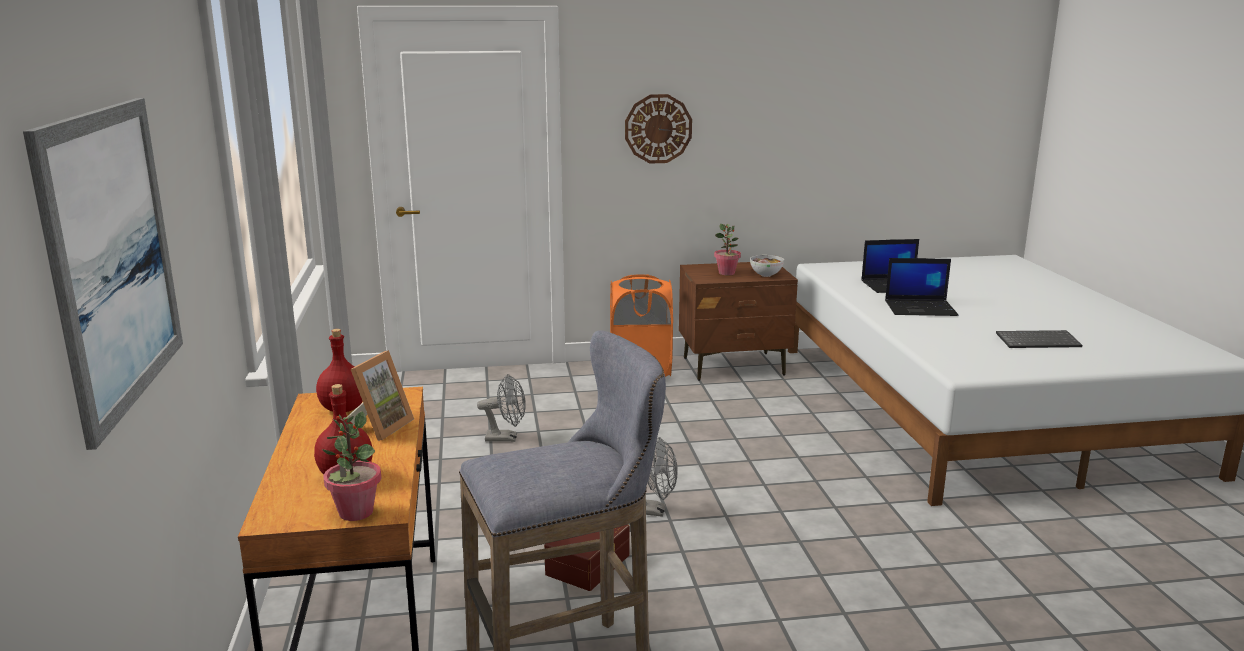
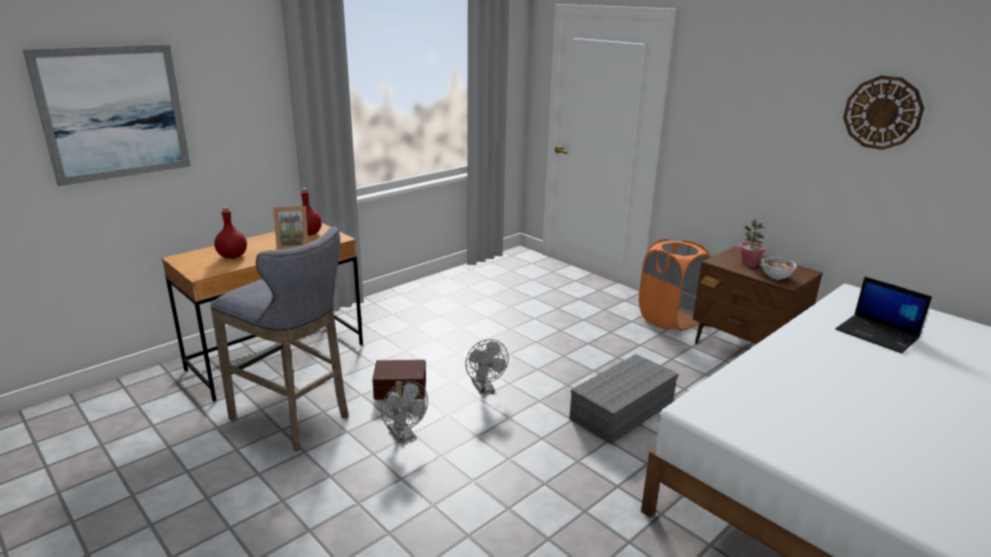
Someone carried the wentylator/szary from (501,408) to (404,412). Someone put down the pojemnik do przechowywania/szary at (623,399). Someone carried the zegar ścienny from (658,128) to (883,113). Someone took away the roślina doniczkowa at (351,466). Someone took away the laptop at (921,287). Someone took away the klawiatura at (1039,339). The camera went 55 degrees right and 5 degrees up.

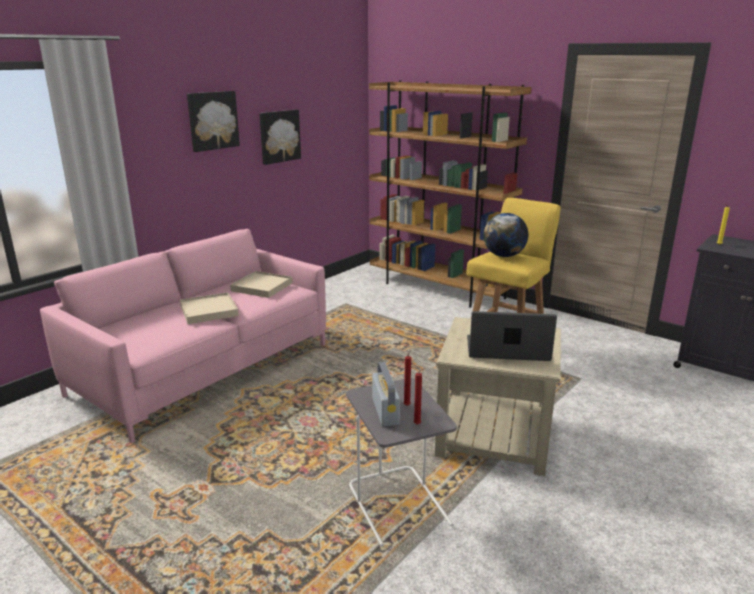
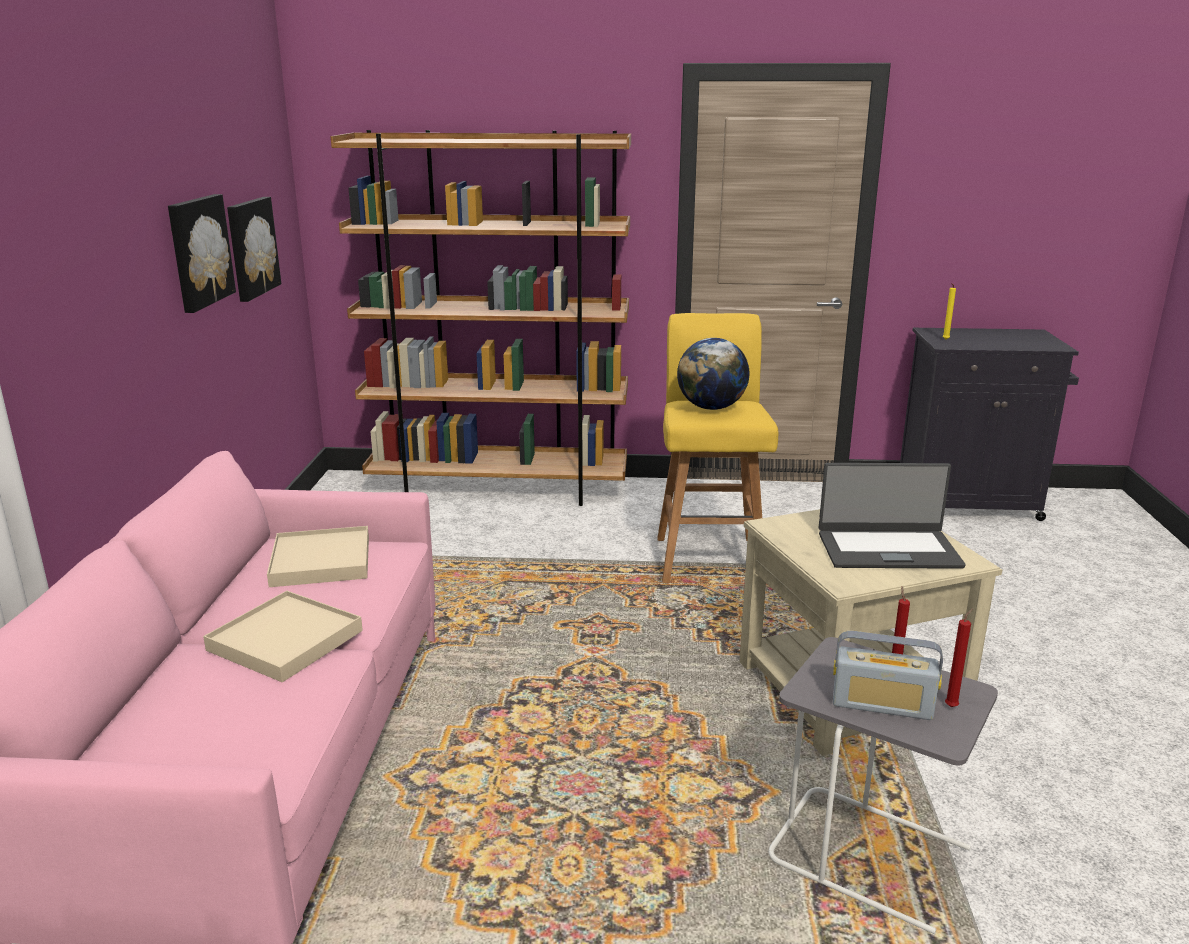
Someone carried the obraz from (213,121) to (254,249). Someone rotated the laptop at (512,336) by 150 degrees counterclockwise. Someone rotated the radio at (386,394) by 150 degrees clockwise. The camera went 35 degrees left and 0 degrees up.

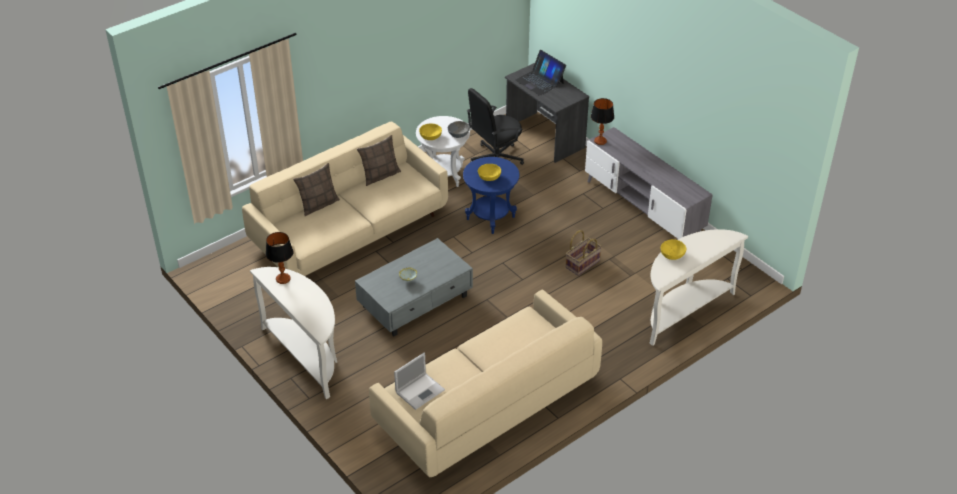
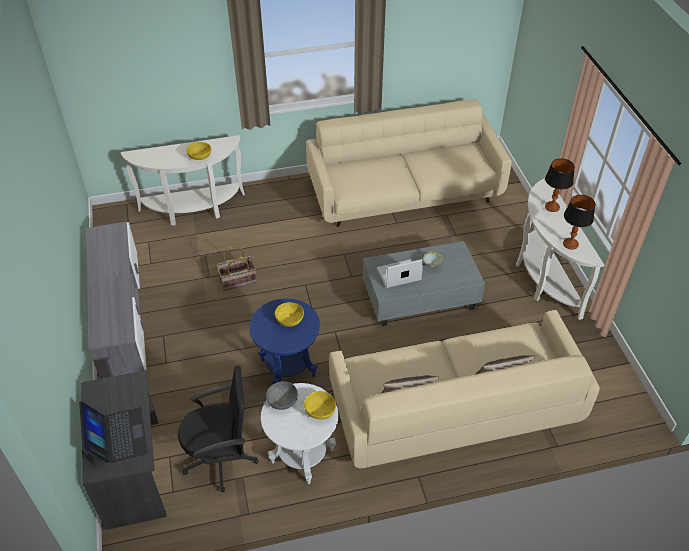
Someone carried the laptop from (419,381) to (400,273). Someone carried the lampa stołowa from (602,121) to (560,185). The camera went 155 degrees left and 5 degrees up.

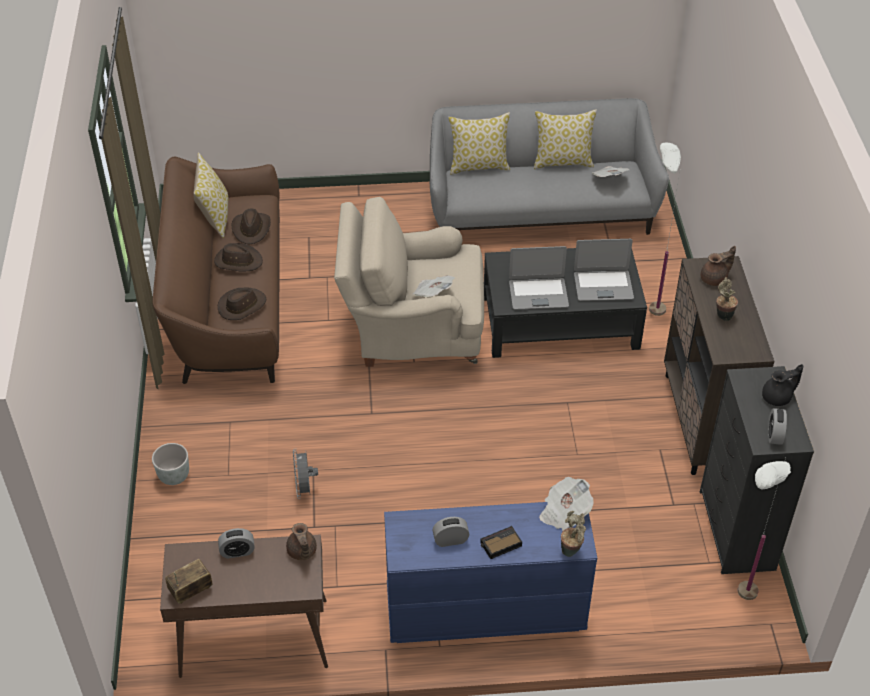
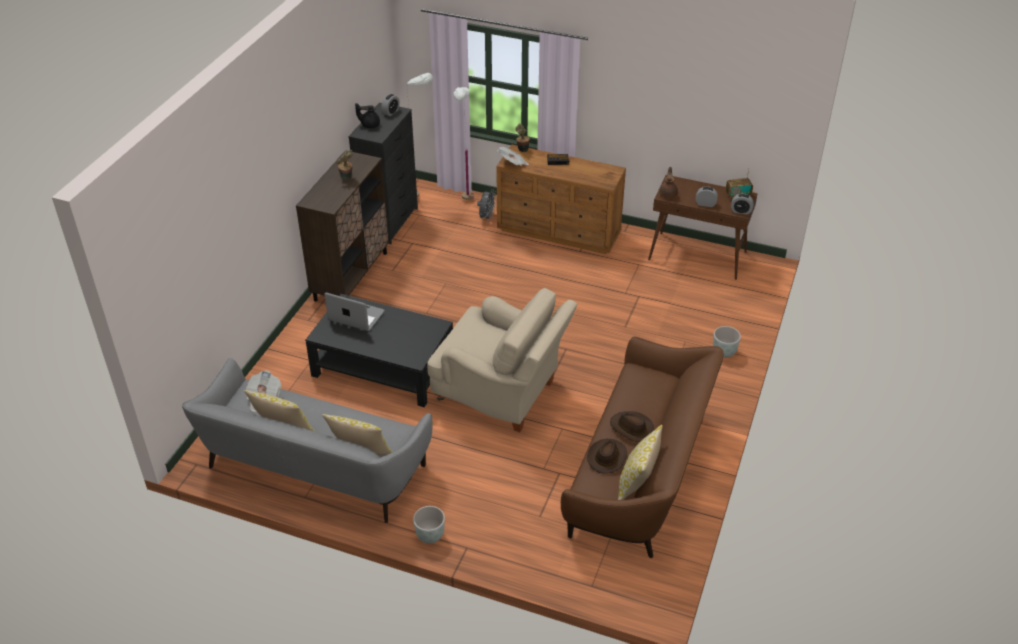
Someone put down the donica/szary at (429,524). Someone carried the lampa stojąca/biały from (665,229) to (463,143). Someone carried the wentylator/szary from (305,474) to (486,205). Someone repainted the komoda/niebieski at (490,572), which became the komoda/brązowy at (561,199). Someone carried the budzik from (451,532) to (742,204). Someone took away the kapelusz/brązowy at (242,304). Someone took away the gazeta at (433,286). Someone took away the laptop at (539,278). Someone took away the imbryk/brązowy at (718,266). The camera went 155 degrees left and 5 degrees down.

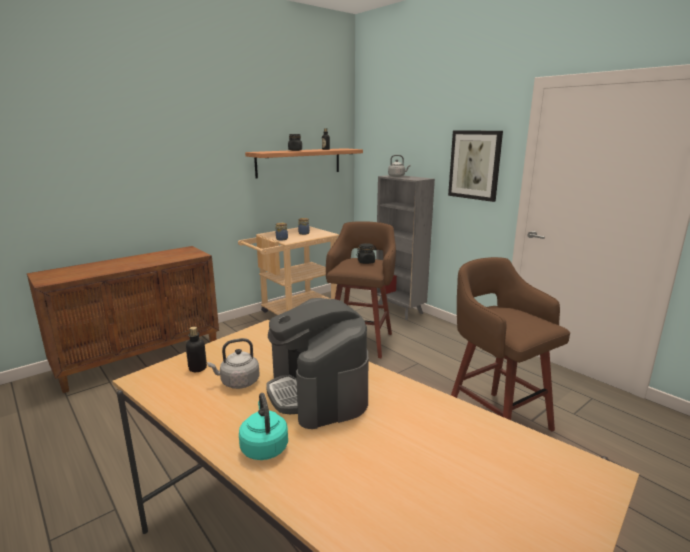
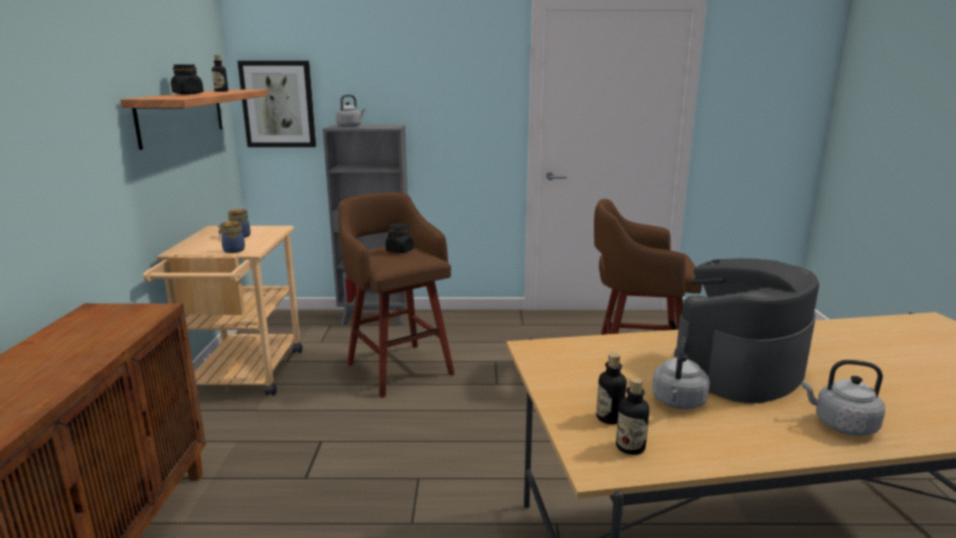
Someone carried the obraz from (475,166) to (277,104). Someone put down the butelka at (632,416). Someone rotated the ekspres do kawy at (317,363) by 120 degrees clockwise. Someone repainted the czajnik/turkusowy at (263,426), which became the czajnik/szary at (843,398). The camera went 50 degrees left and 0 degrees up.

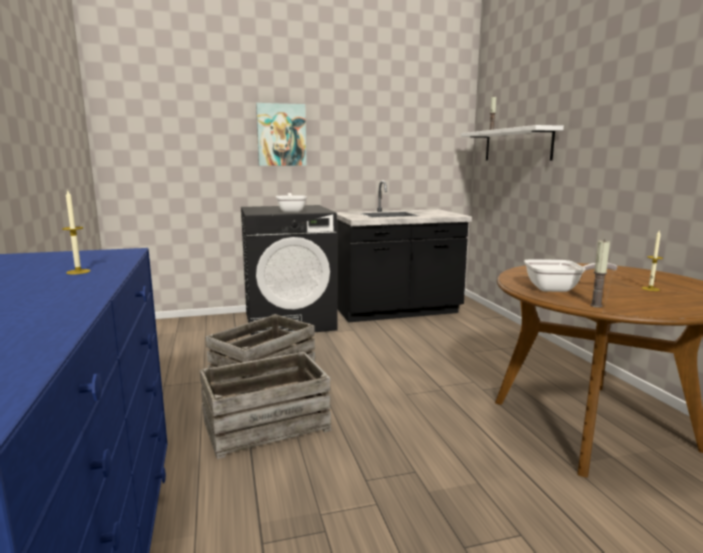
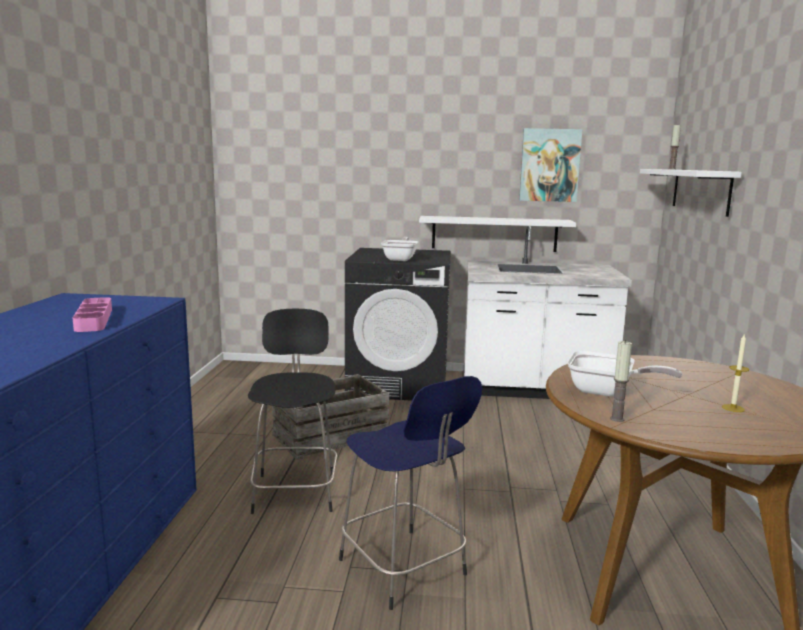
Someone swapped the świeca at (76,233) for the taca/różowy at (92,314). Someone swapped the skrzynka at (266,405) for the stołek/czarny at (292,411). Someone put down the stołek/niebieski at (410,493). Someone put up the półka/biały at (497,234). Someone repainted the zabudowa kuchenna/czarny at (404,251), which became the zabudowa kuchenna/biały at (548,312). Someone carried the obraz from (281,134) to (551,165). The camera went 20 degrees right and 0 degrees up.

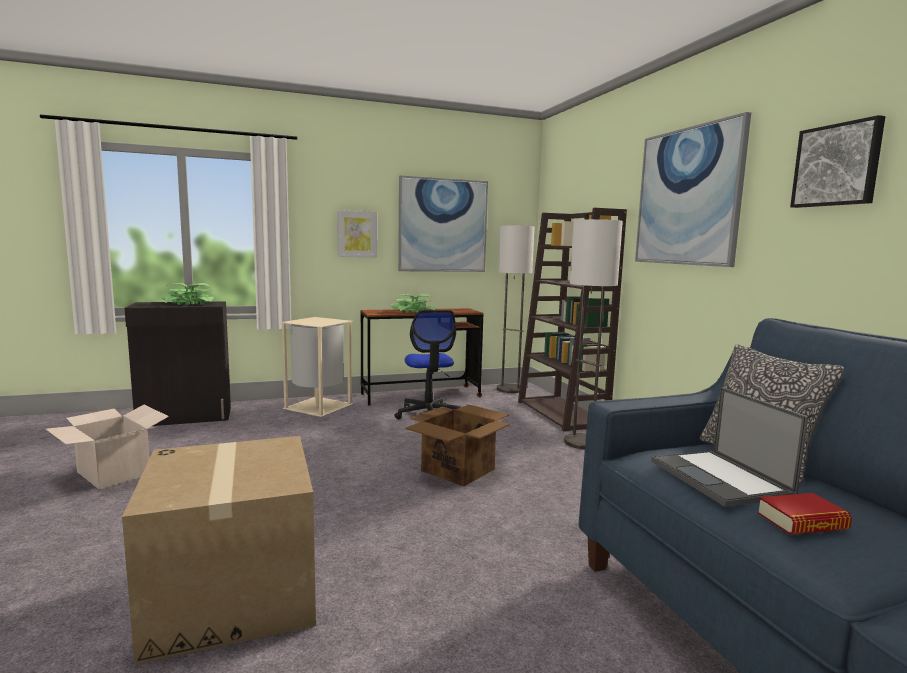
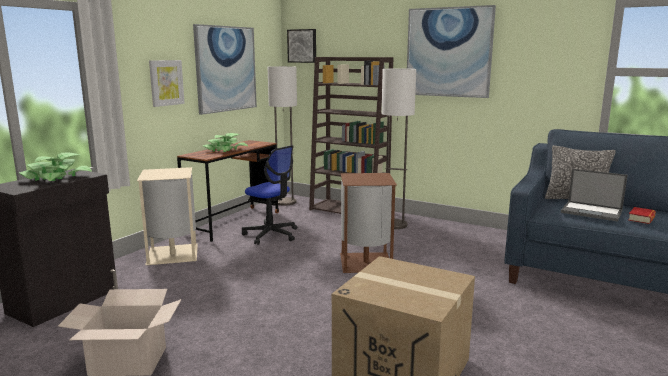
Someone carried the obraz from (837,161) to (301,46). Someone swapped the karton at (457,446) for the kosz na śmieci/brązowy at (368,223). The camera went 40 degrees left and 5 degrees up.

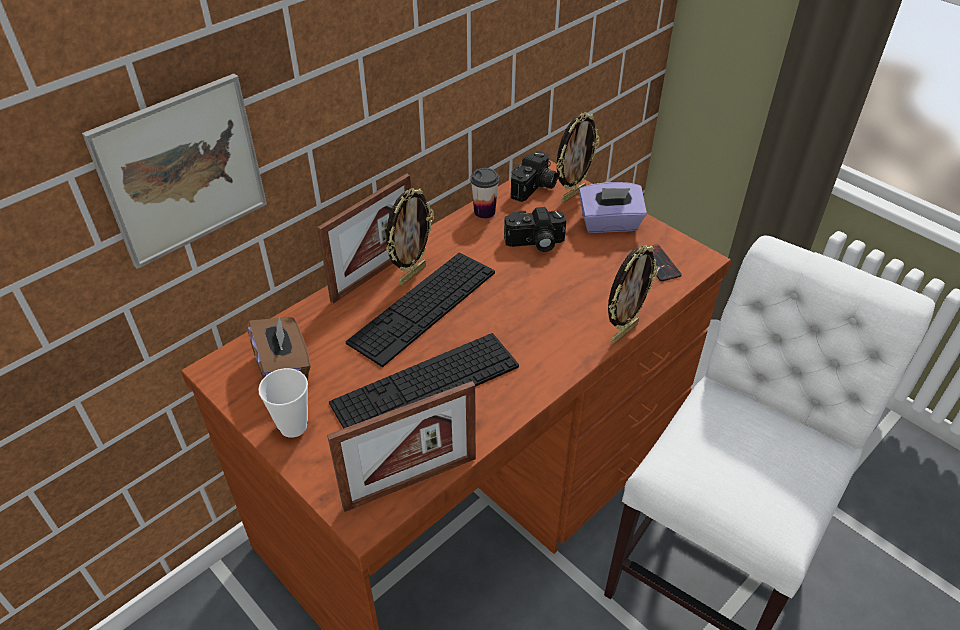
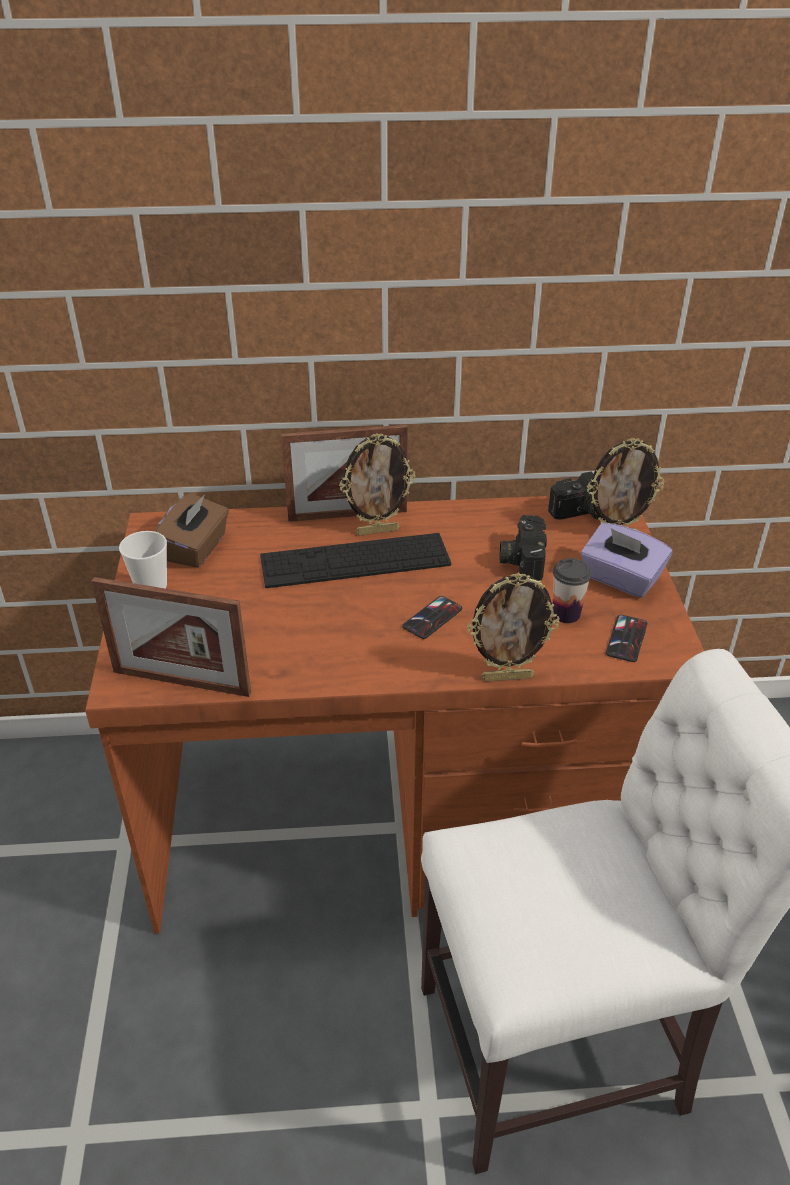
Someone put down the telefon at (432,617). Someone rotated the aparat fotograficzny at (535,229) by 60 degrees clockwise. Someone carried the filiżanka from (484,193) to (572,590). Someone took away the obraz at (174,171). Someone took away the klawiatura at (424,381). The camera went 40 degrees right and 5 degrees down.

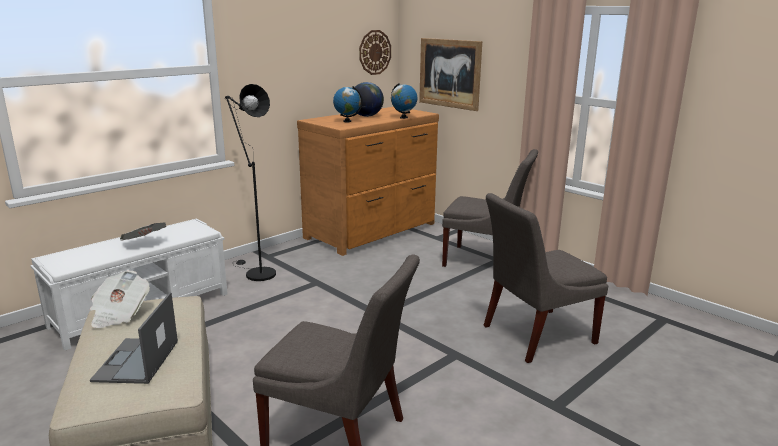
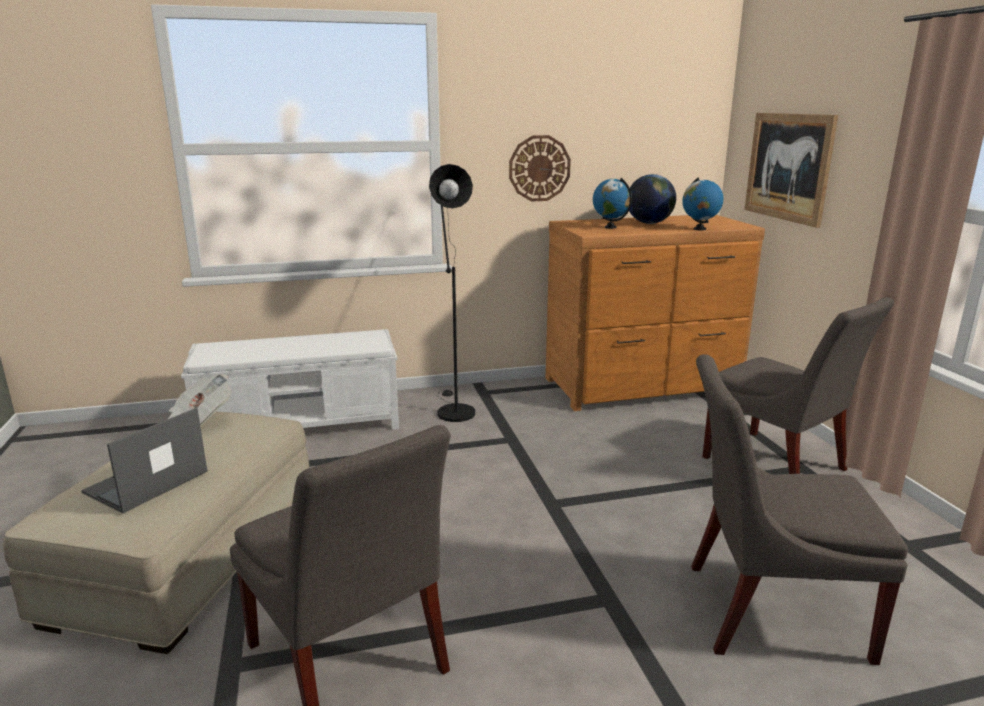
Someone carried the zegar ścienny from (375,52) to (540,168). Someone took away the gazeta at (143,232). The camera went 30 degrees right and 0 degrees up.

